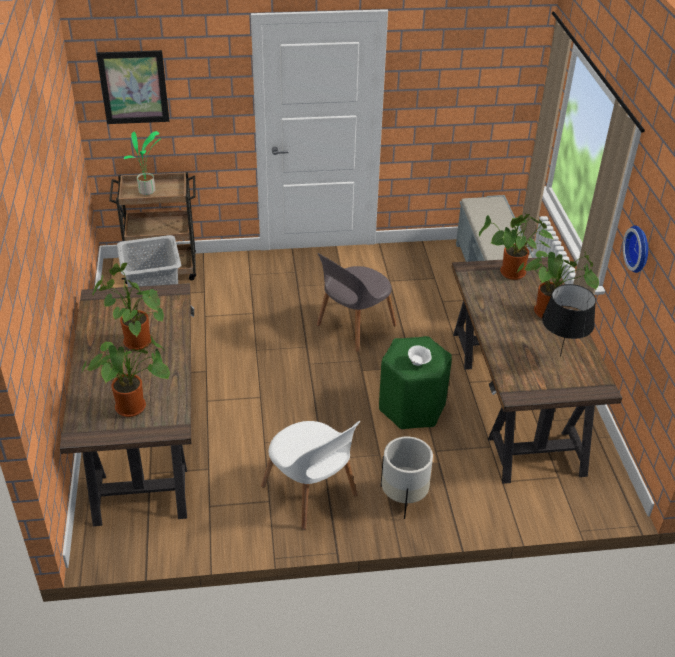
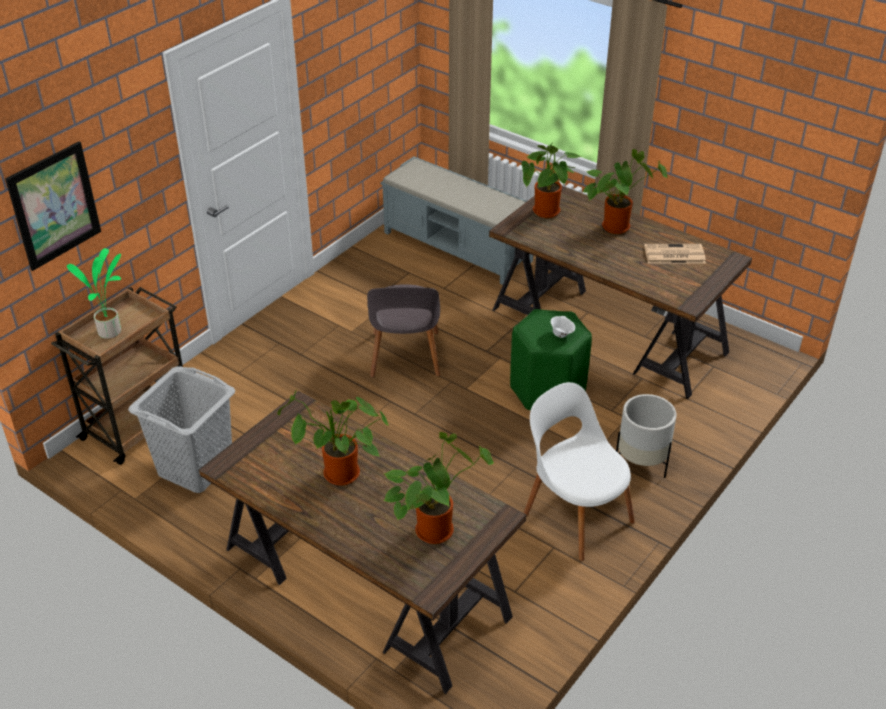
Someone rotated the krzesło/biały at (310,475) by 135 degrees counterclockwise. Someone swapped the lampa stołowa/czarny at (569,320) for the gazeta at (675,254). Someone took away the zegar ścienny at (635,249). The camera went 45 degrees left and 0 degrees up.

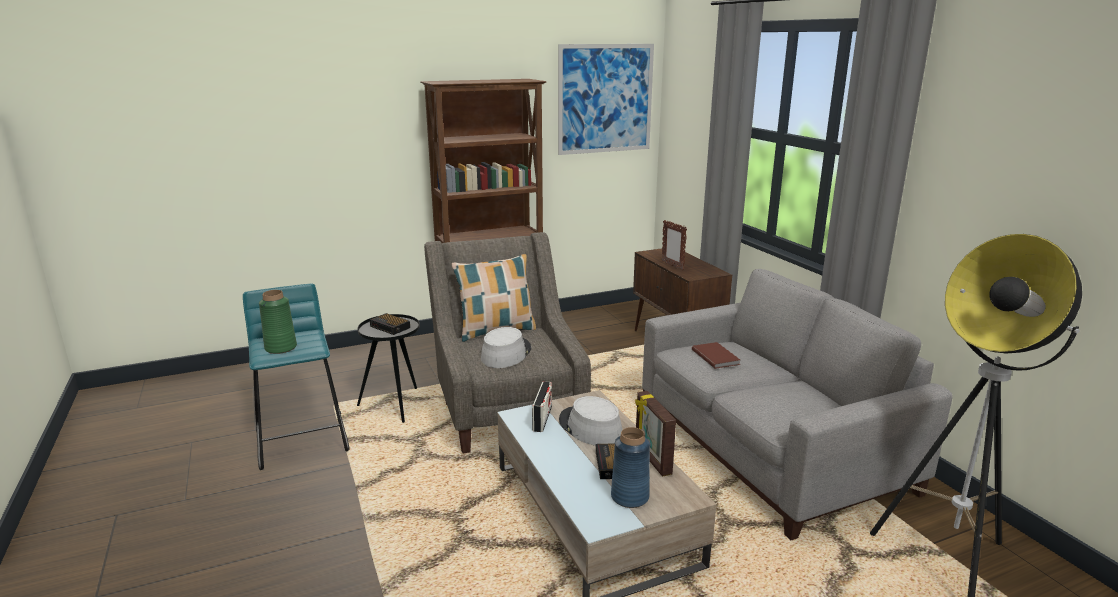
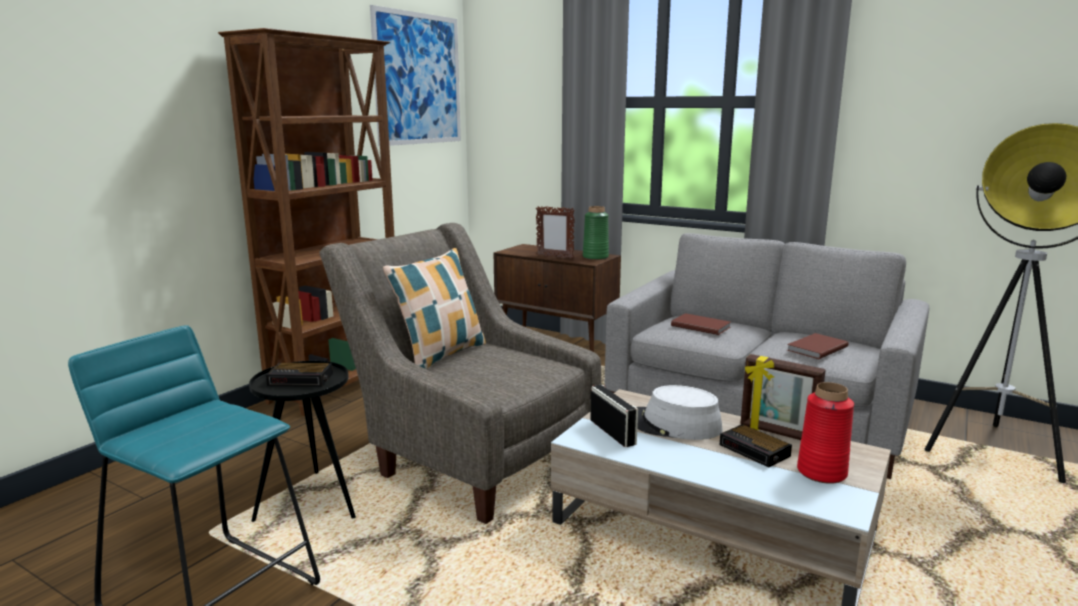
Someone carried the wazon/zielony from (278,322) to (596,233). Someone put down the książka/brązowy at (817,346). Someone repainted the wazon/niebieski at (630,467), which became the wazon/czerwony at (825,433). Someone took away the kapelusz/szary at (506,347). The camera went 35 degrees left and 5 degrees down.

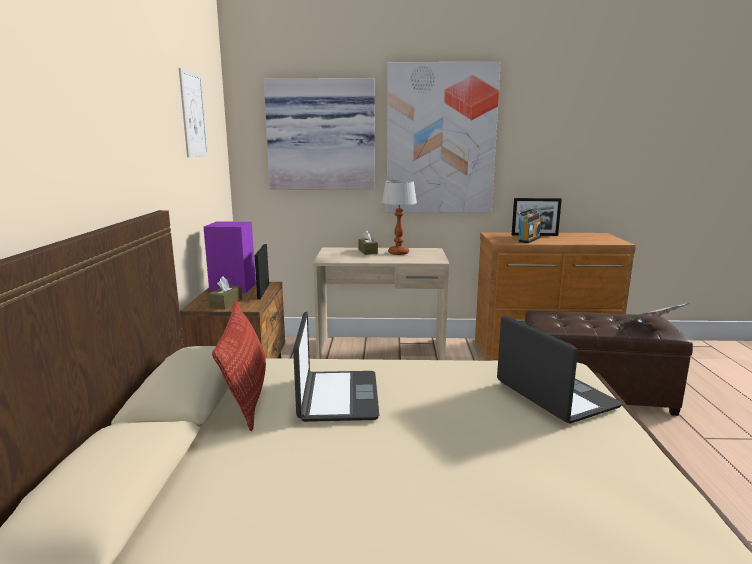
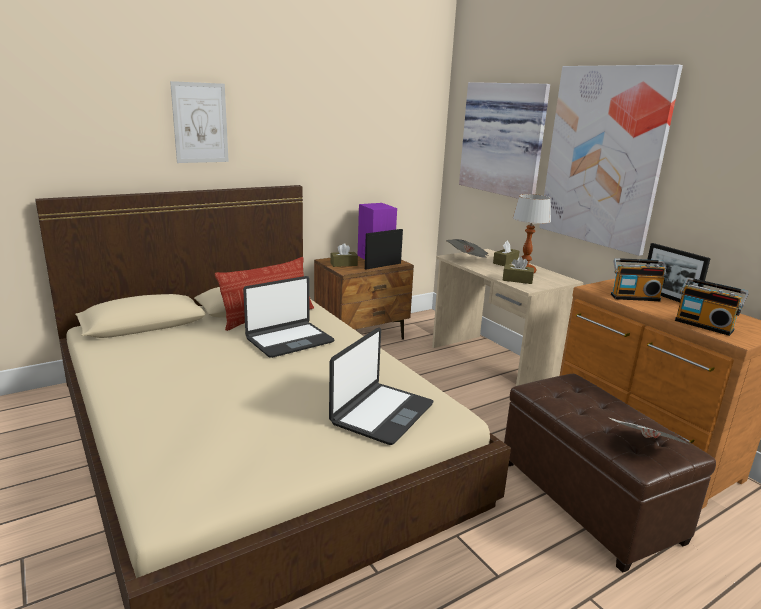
Someone carried the obraz from (193,113) to (199,122). Someone put down the gazeta at (467,248). Someone put down the pudełko chusteczek/brązowy at (518,270). Someone put down the radio at (711,306). The camera went 55 degrees right and 5 degrees up.

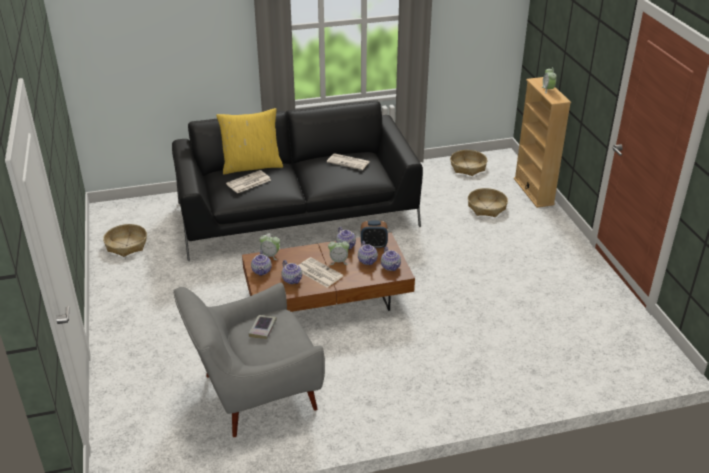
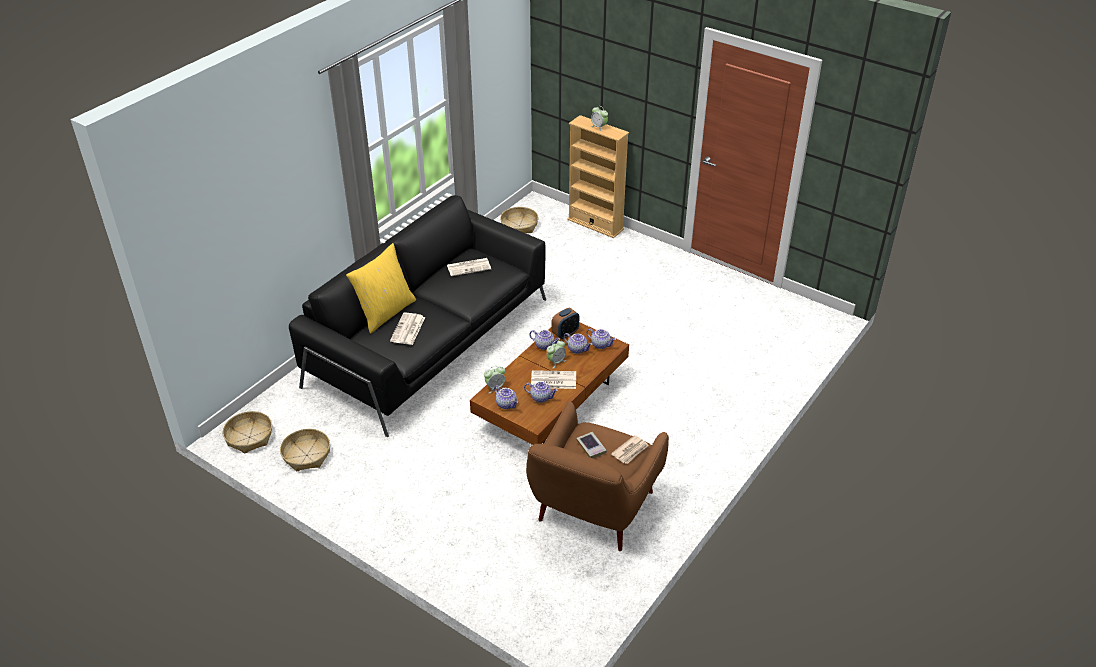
Someone carried the koszyk from (488,202) to (247,432). Someone repainted the fotel/szary at (249,360), which became the fotel/brązowy at (597,476). Someone put down the gazeta at (630,449). The camera went 40 degrees left and 5 degrees up.

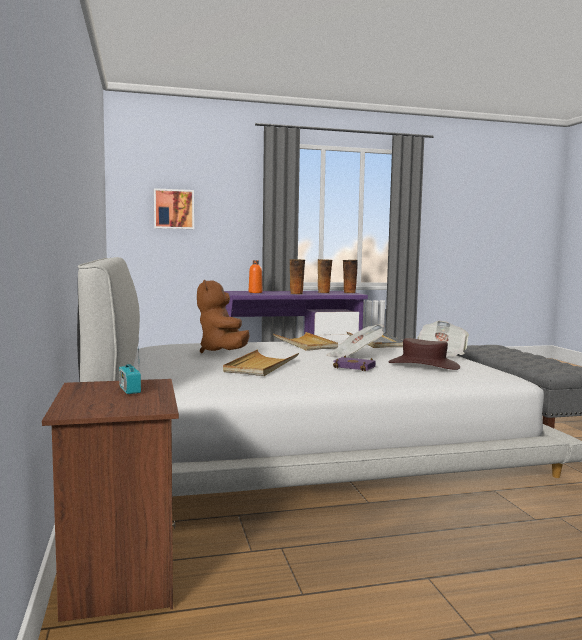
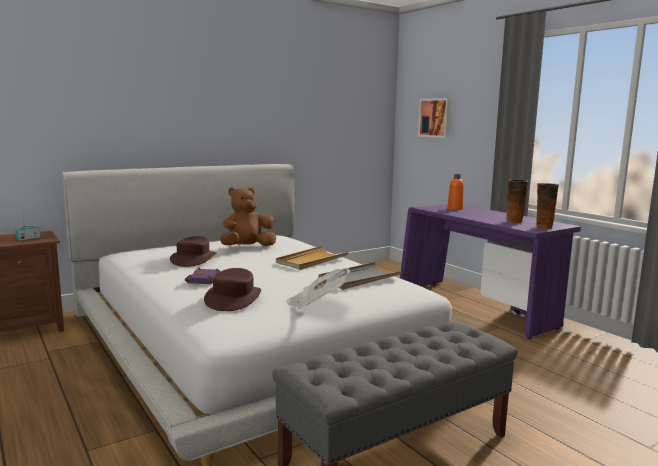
Someone swapped the taca/beżowy at (261,362) for the kapelusz/brązowy at (193,251). Someone took away the wazon at (297,276). Someone took away the gazeta at (355,341). The camera went 70 degrees right and 5 degrees up.

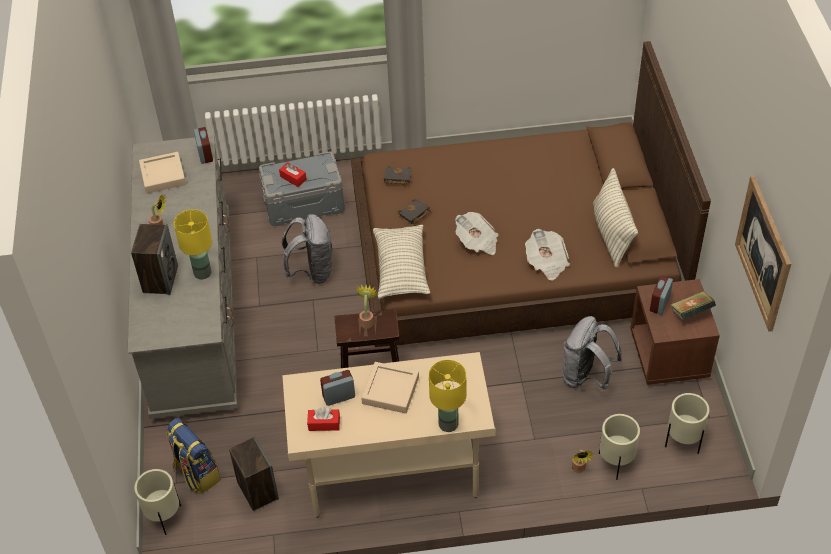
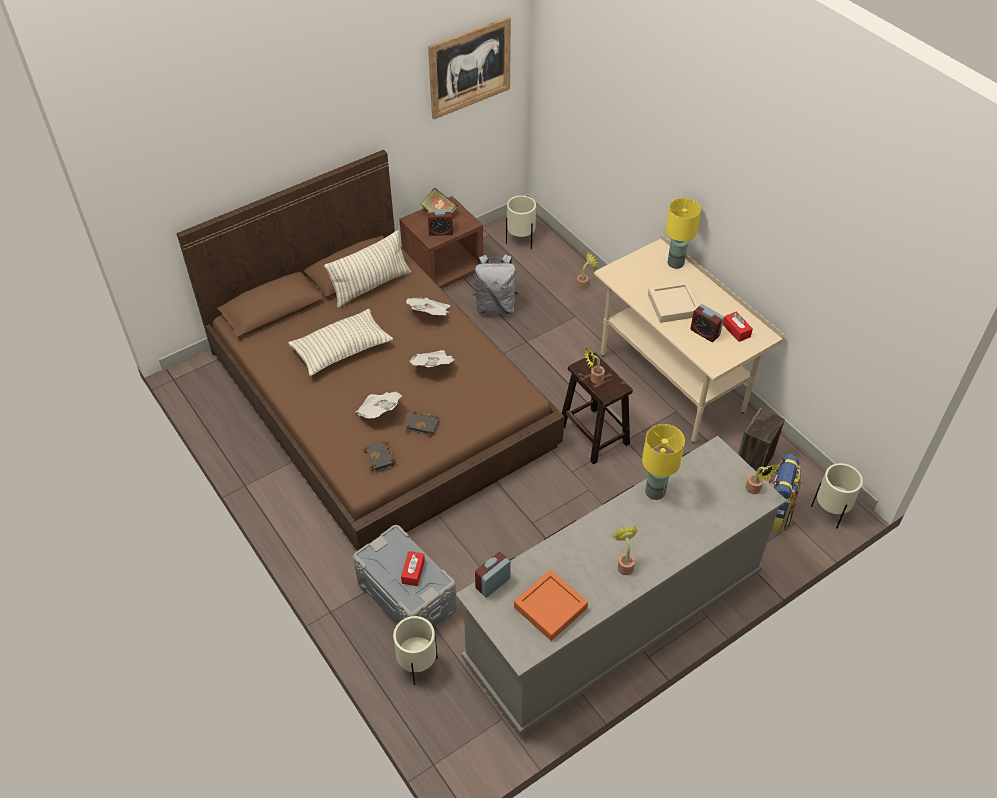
Someone carried the poduszka from (401,262) to (340,342). Someone put down the gazeta at (378,405). Someone carried the donica/beżowy from (619,447) to (415,650). Someone repainted the taca/beżowy at (162,172), which became the taca/pomarańczowy at (551,605). Someone put down the roślina doniczkowa at (762,479). Someone took away the głośnik at (154,259). Someone took away the plecak/szary at (307,249). The camera went 120 degrees left and 0 degrees up.

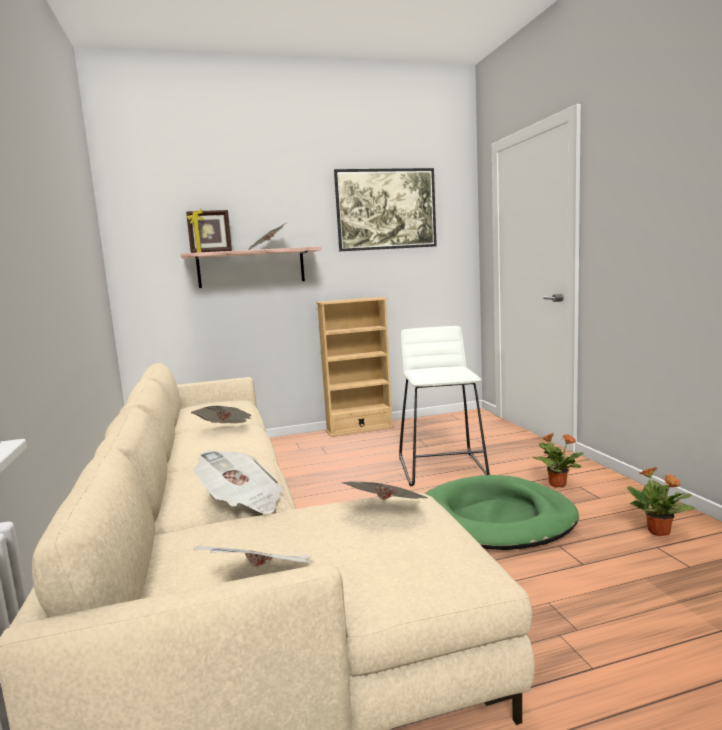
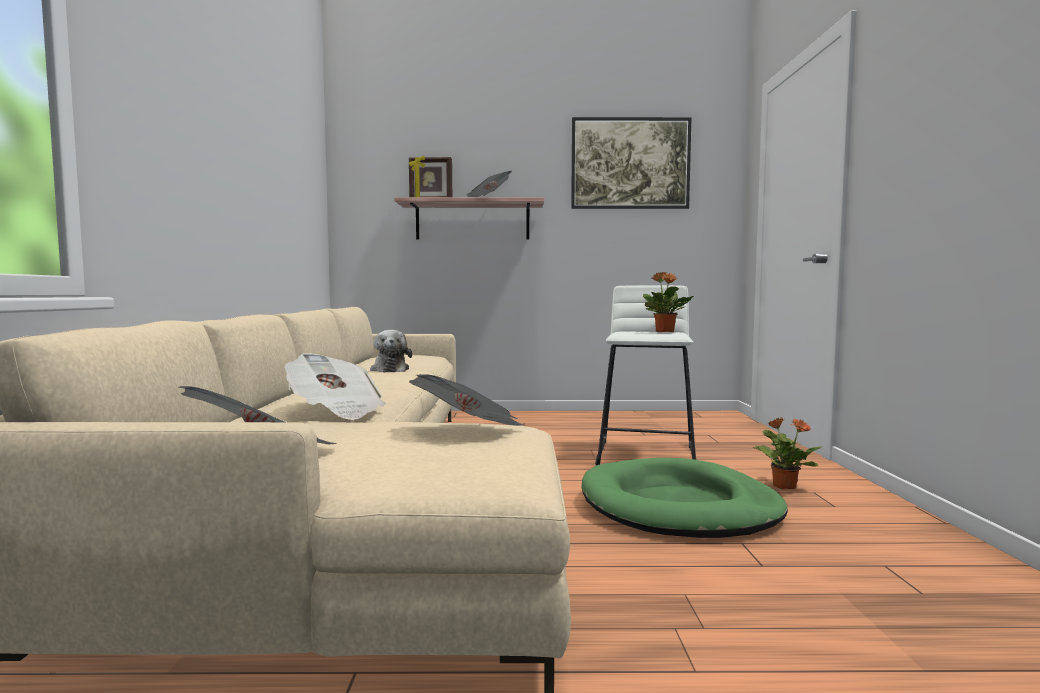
Someone swapped the gazeta at (221,414) for the pluszak at (391,351). Someone carried the roślina doniczkowa from (661,501) to (668,302). Someone took away the regał/beżowy at (355,367). The camera went 15 degrees right and 5 degrees down.

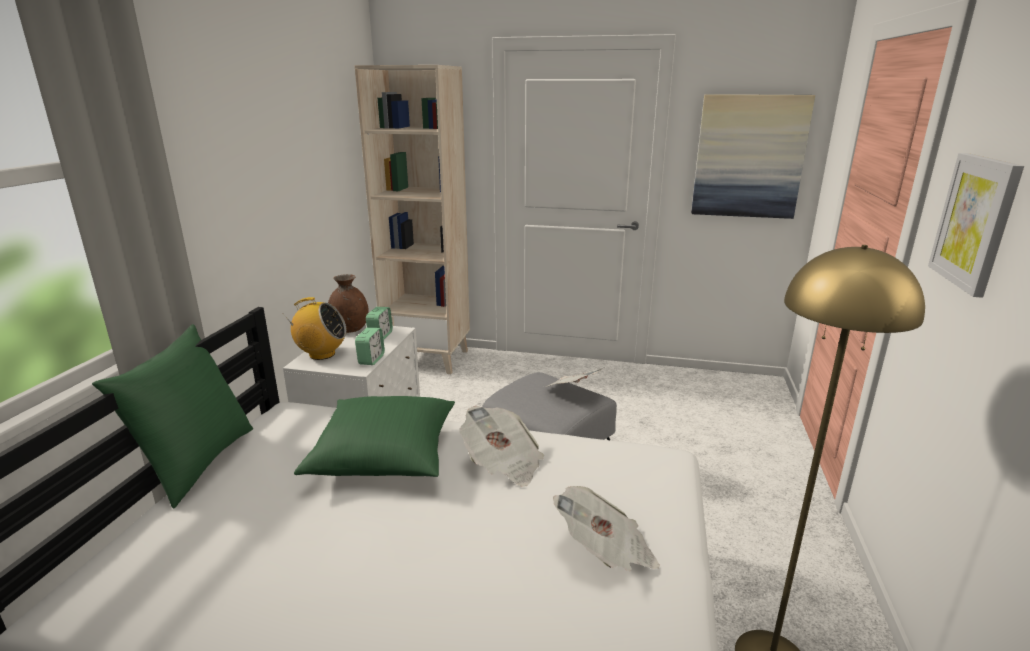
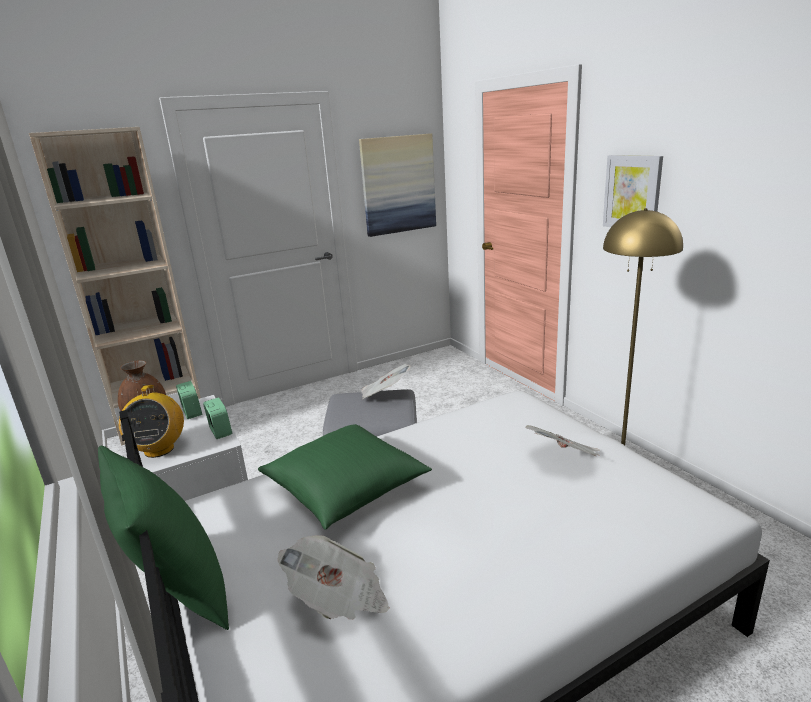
Someone rotated the radio at (315,328) by 120 degrees clockwise. Someone carried the gazeta from (501,446) to (334,577). The camera went 40 degrees left and 0 degrees up.

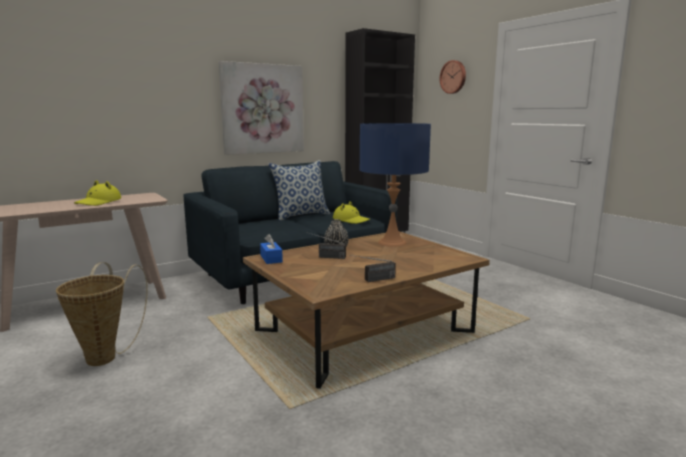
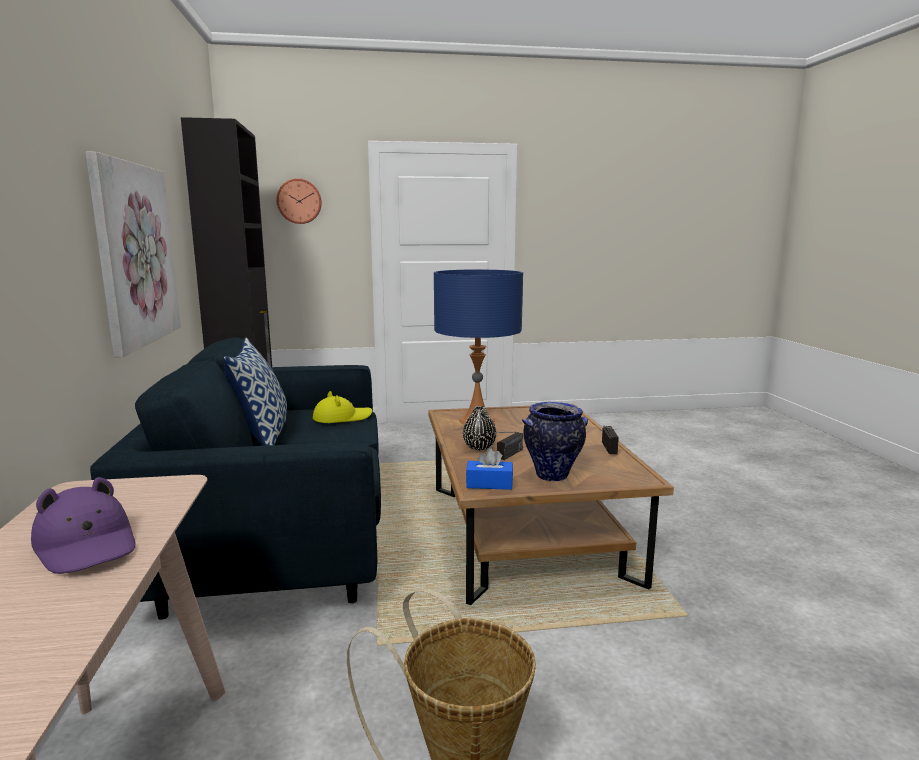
Someone repainted the kapelusz/żółty at (97,193), which became the kapelusz/fioletowy at (83,525). Someone put down the wazon at (555,441). The camera went 65 degrees left and 0 degrees up.

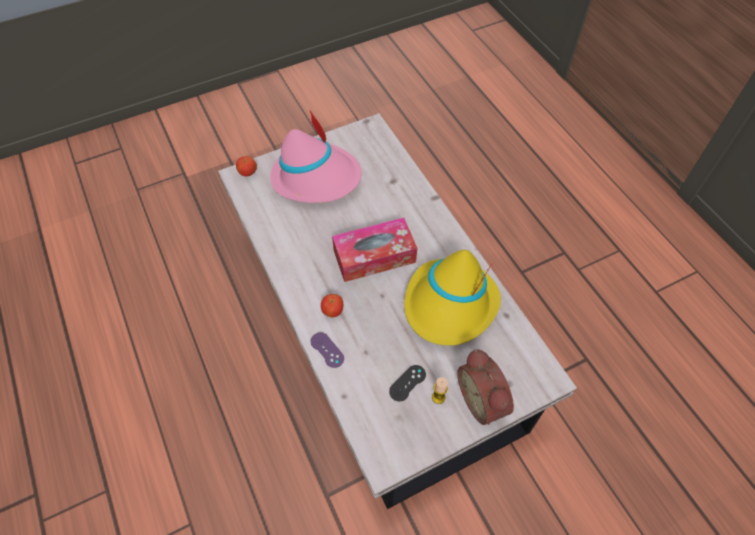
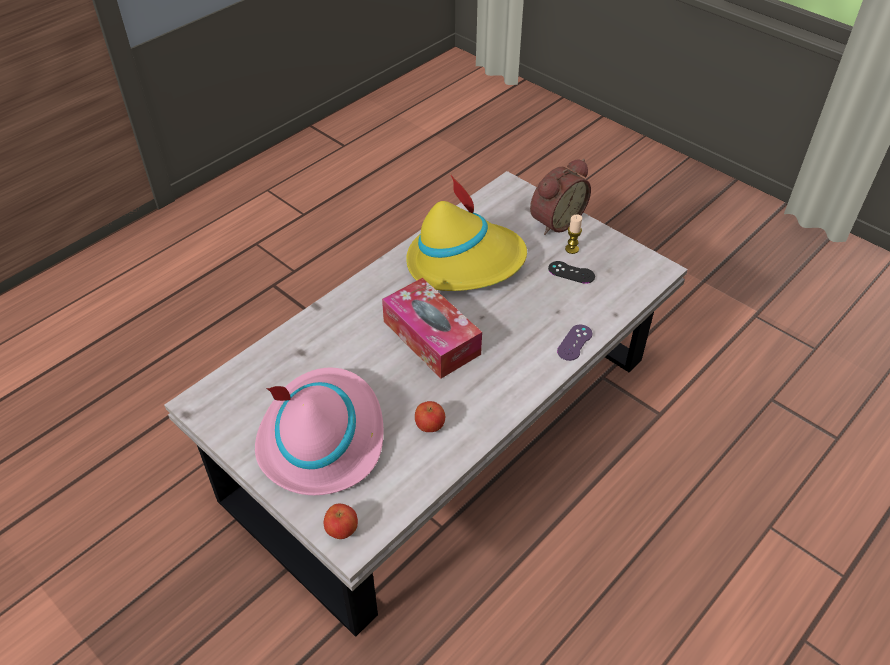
Someone carried the jabłko from (332,305) to (430,416). The camera went 110 degrees left and 10 degrees down.

